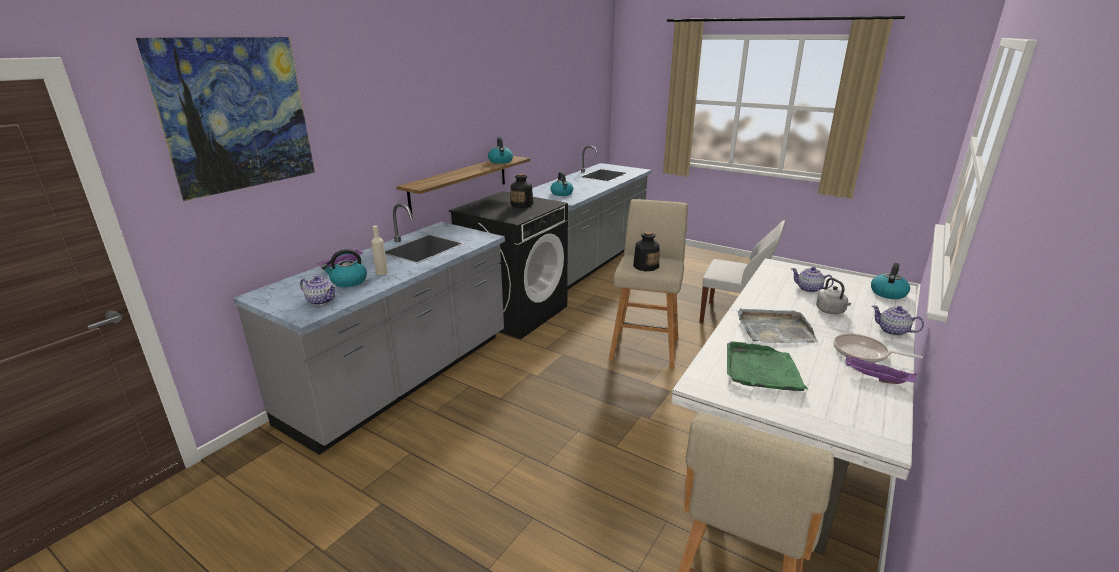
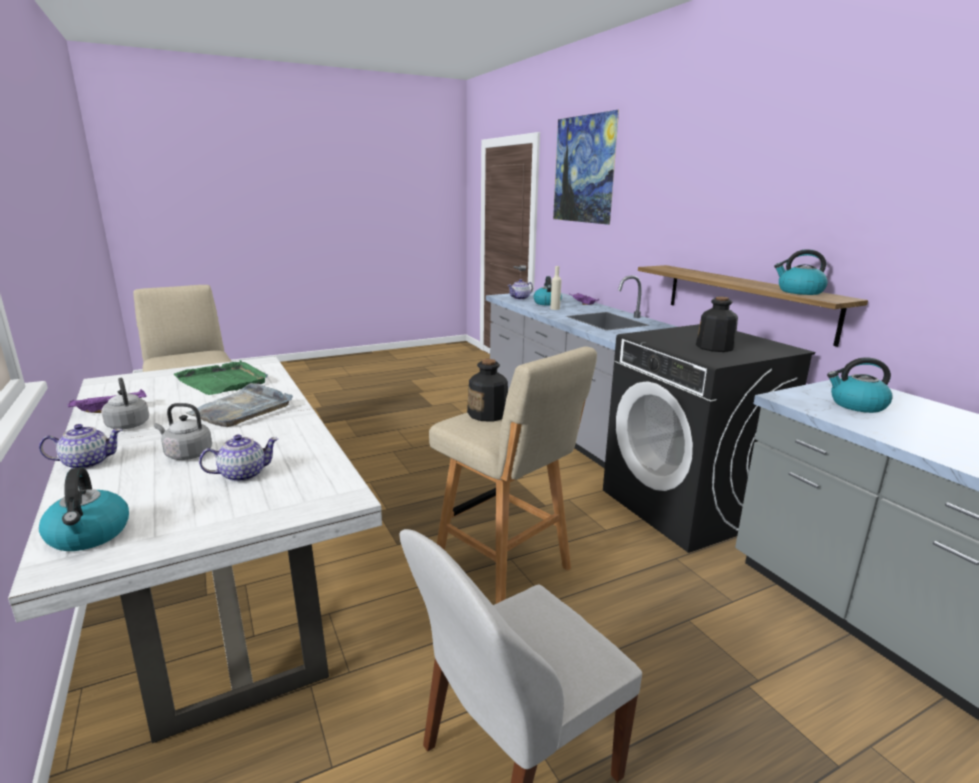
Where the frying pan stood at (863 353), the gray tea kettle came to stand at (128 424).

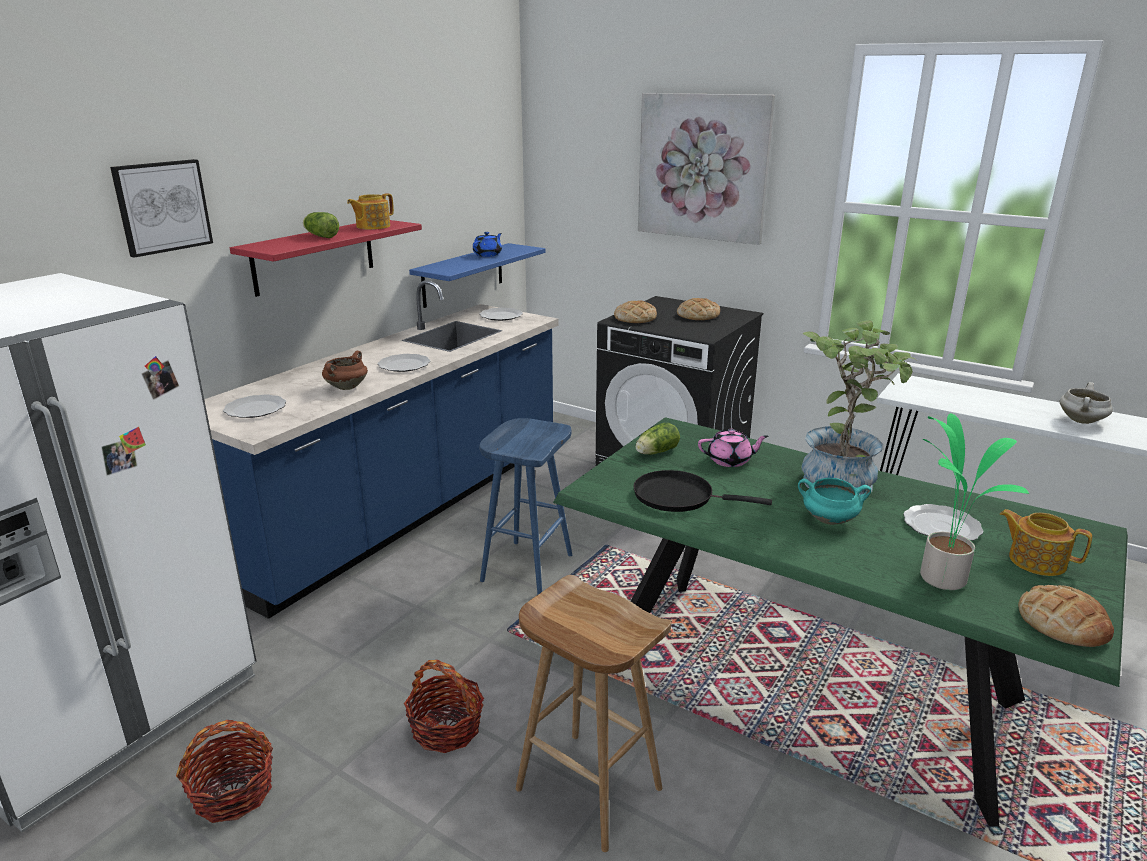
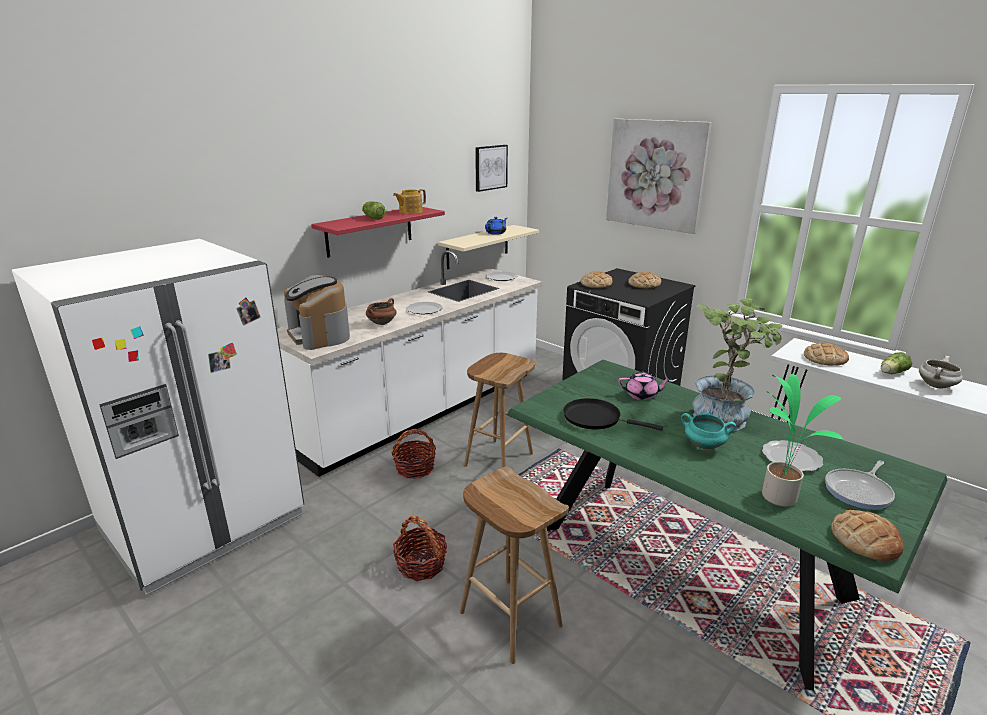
The wall art ended up elsewhere, having gone from (162 207) to (490 167).
The household basket ended up elsewhere, having gone from (233 793) to (415 468).
What was the blue-coloured kitchen base unit at (407 510) turned into the white-coloured kitchen base unit at (424 411).
Where the plate stood at (256 409), the coffee brewer came to stand at (319 334).
What was the blue-coloured wall shelf at (463 275) turned into the beige wall shelf at (478 246).
What was the blue-coloured stool at (526 566) turned into the brownish stool at (499 459).
The head of lettuce ended up elsewhere, having gone from (655 452) to (891 373).
Where the tea pot stood at (1035 560), the frying pan came to stand at (859 491).
The second view gained the bread at (824 359).

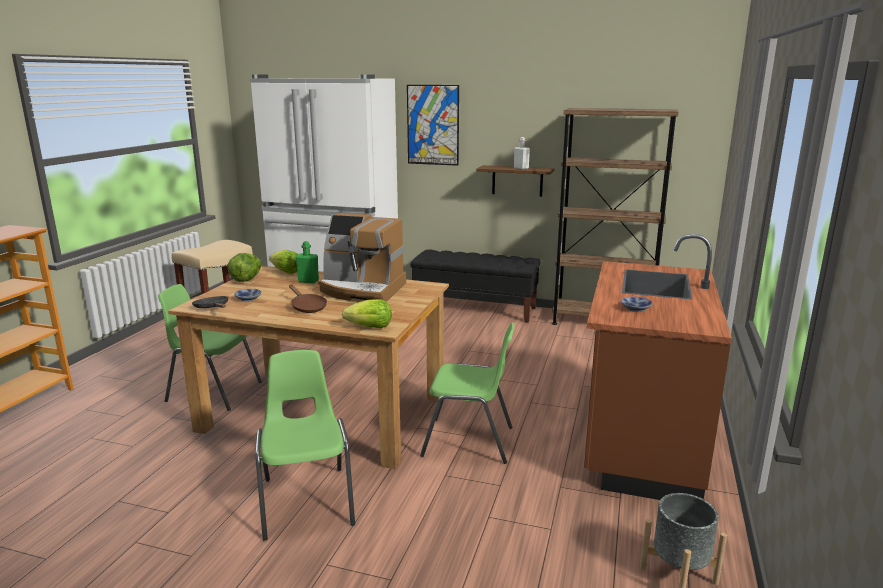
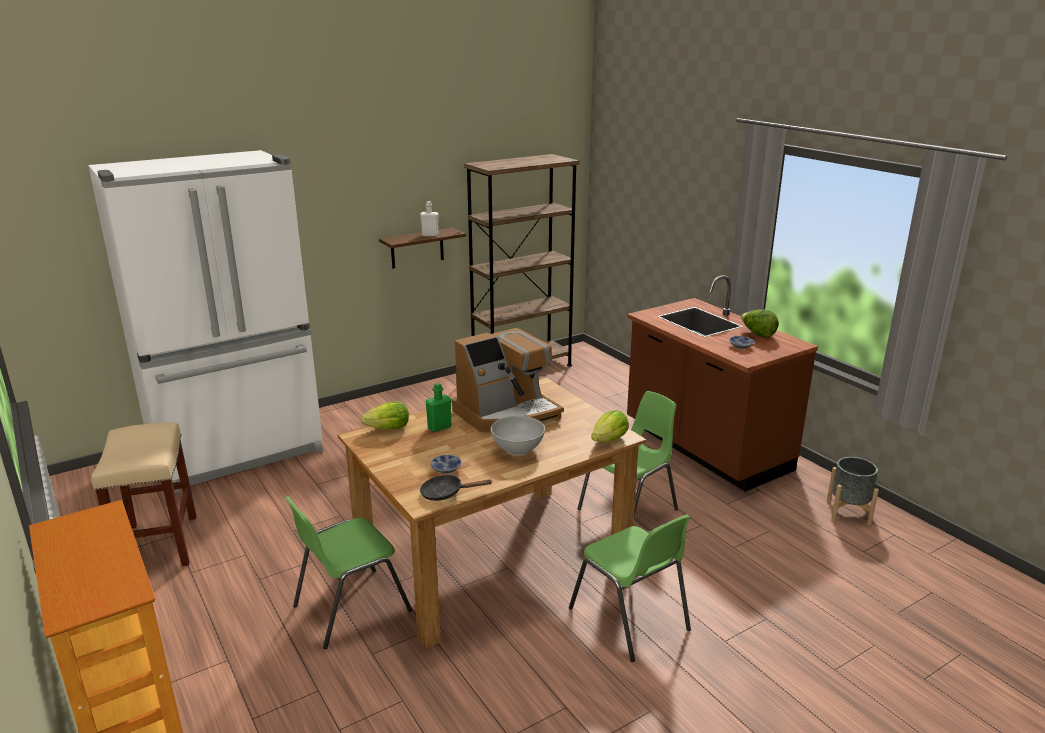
The head of lettuce ended up elsewhere, having gone from (247 279) to (757 334).
The greenish plain chair at (307 500) ended up facing another way, 150 degrees counterclockwise from before.
Where the brownish frying pan stood at (307 307), the white-coloured deep dish came to stand at (517 449).
The second view lost the wall art at (433 125).
The second view lost the black long seat at (475 309).

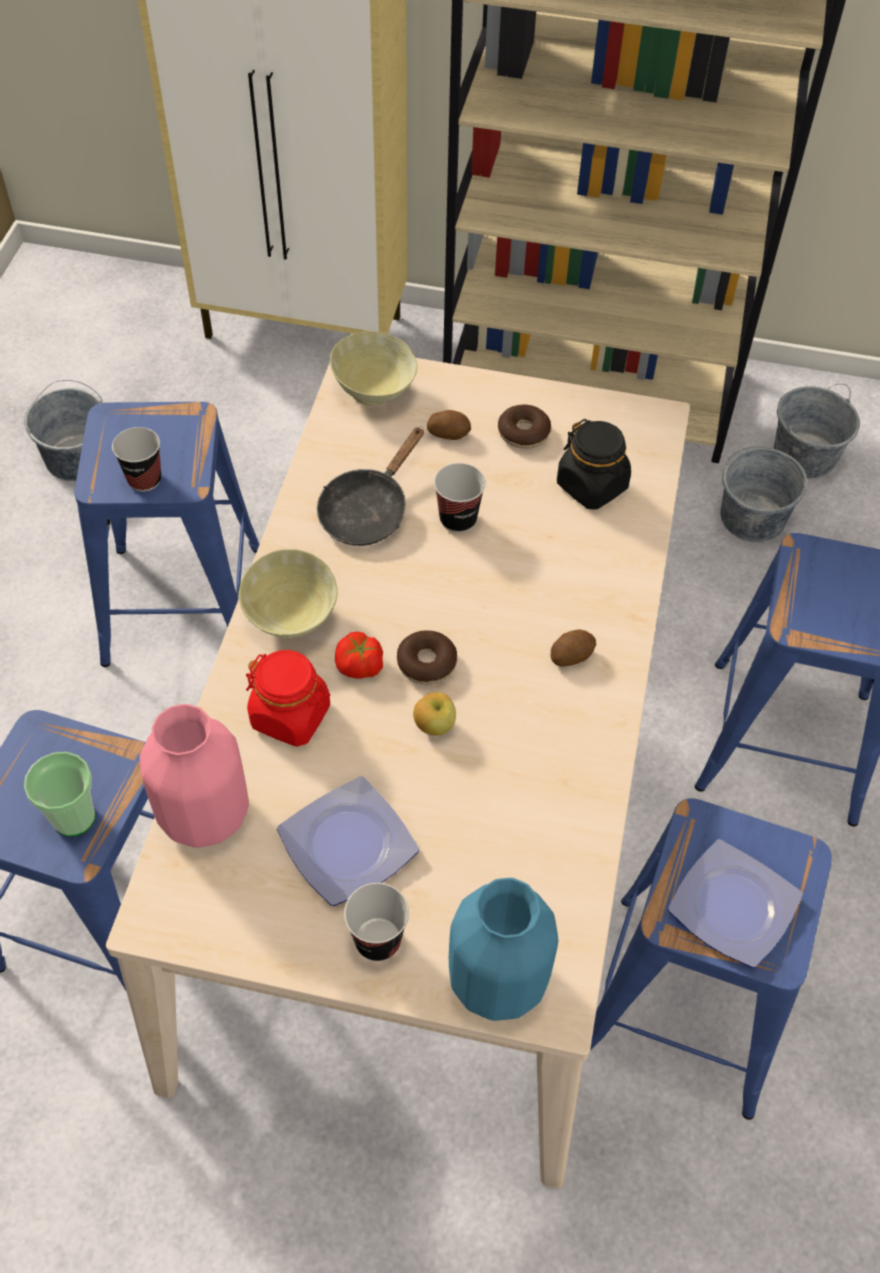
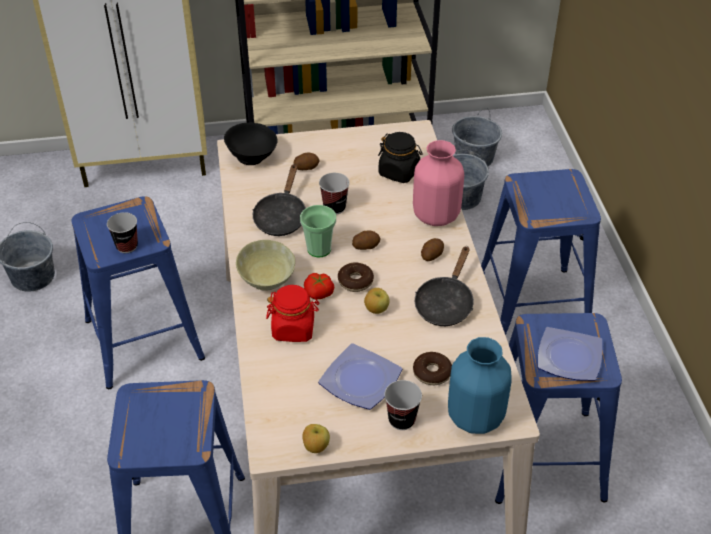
The drinking cup ended up elsewhere, having gone from (74 817) to (319 249).
The pink vase ended up elsewhere, having gone from (206 814) to (436 215).
What was the beige deep dish at (374 393) turned into the black deep dish at (252 158).
The doughnut ended up elsewhere, having gone from (523 433) to (432 373).
The second view gained the apple fruit at (315 447).
The second view gained the whole potato at (365 246).
The second view gained the black frying pan at (445 303).

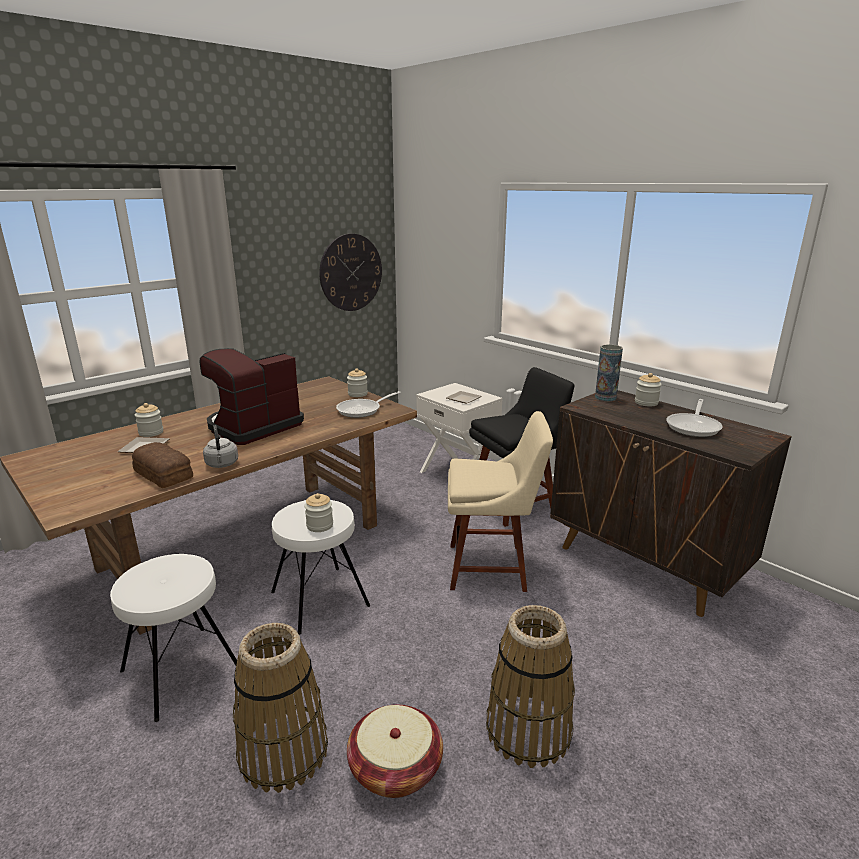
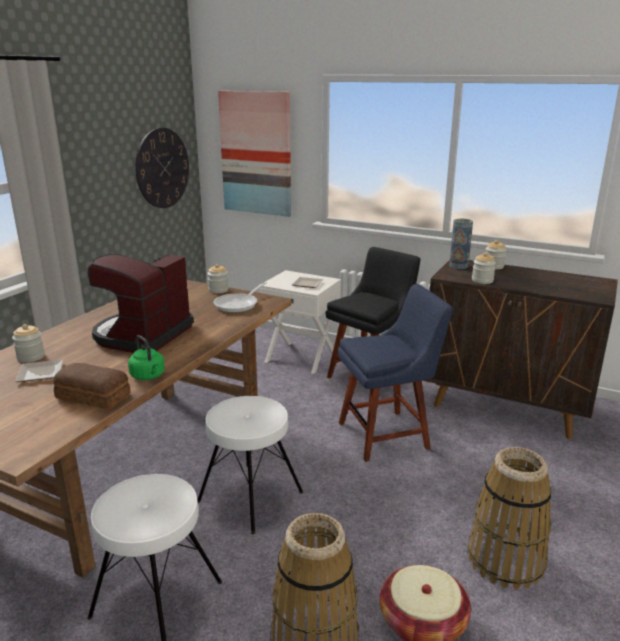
What was the gray tea kettle at (222 464) turned into the greenish tea kettle at (148 376).
The storage jar ended up elsewhere, having gone from (320 525) to (482 280).
What was the beige plain chair at (492 567) turned into the blue-coloured plain chair at (387 434).
The second view lost the frying pan at (694 426).
The second view gained the wall art at (256 153).

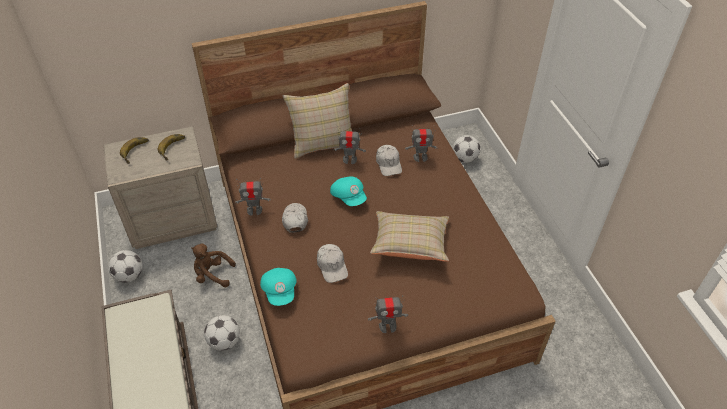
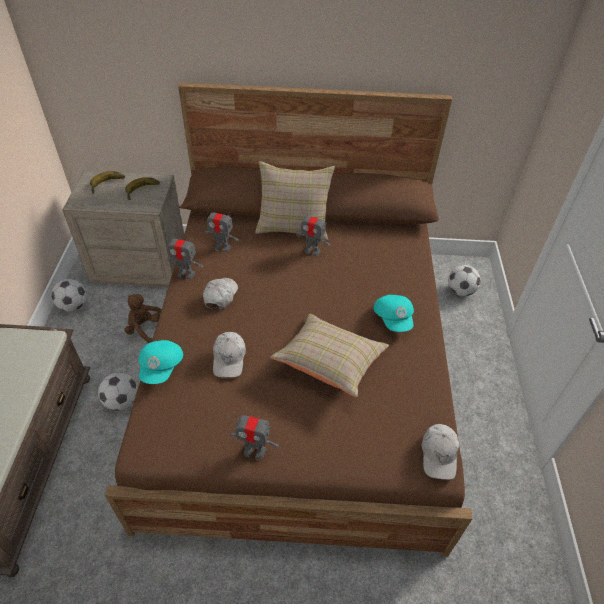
The turquoise-coloured baseball cap ended up elsewhere, having gone from (349 197) to (393 319).
The white-coloured baseball cap ended up elsewhere, having gone from (388 164) to (439 454).
The toy robot ended up elsewhere, having gone from (420 157) to (222 247).

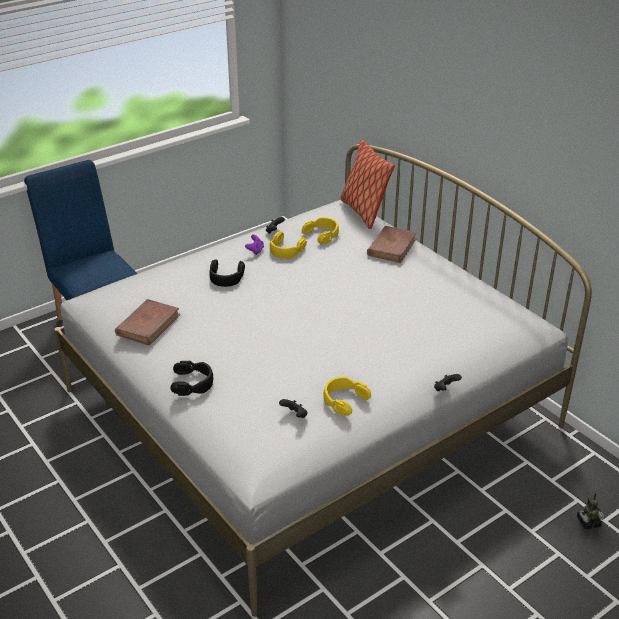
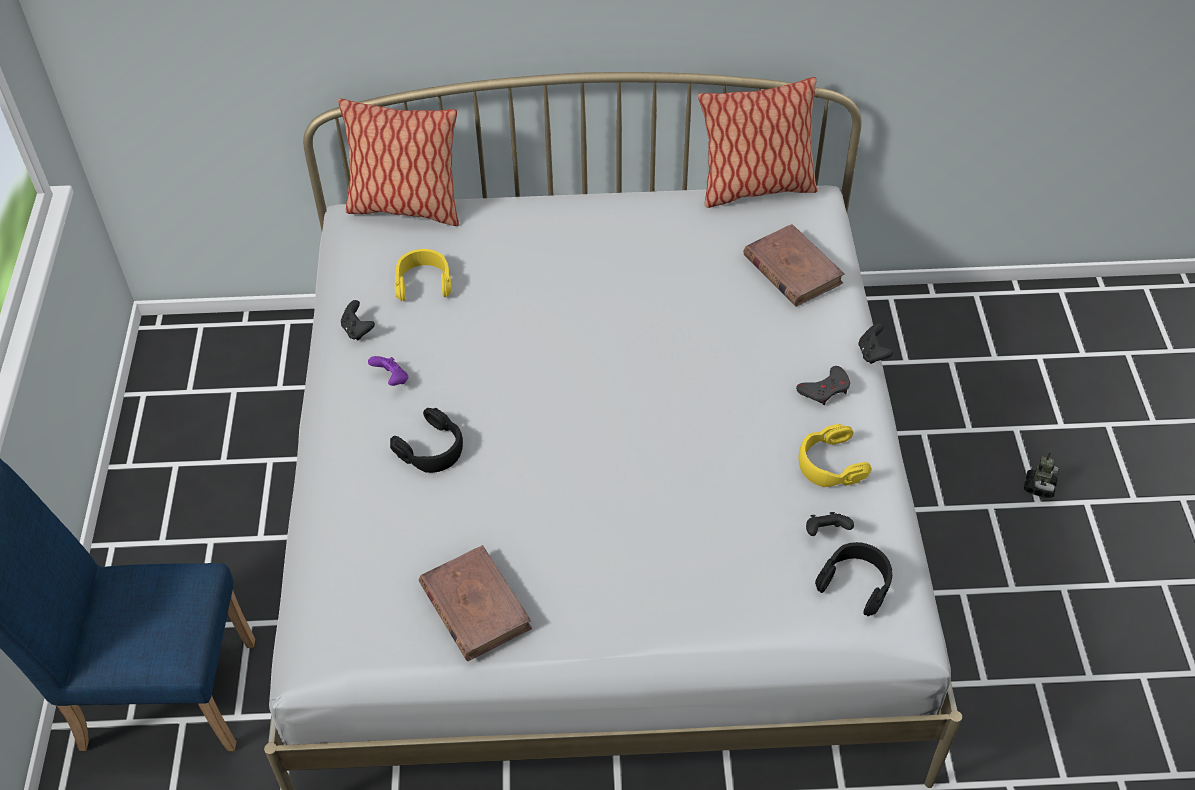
The black pair of headphones ended up elsewhere, having gone from (193 383) to (856 582).
The second view lost the yellowish pair of headphones at (286 250).
The brownish bound book ended up elsewhere, having gone from (392 247) to (792 269).
The toy robot ended up elsewhere, having gone from (588 522) to (1039 487).
The second view gained the pillow at (755 189).
The second view gained the gray joypad at (825 389).

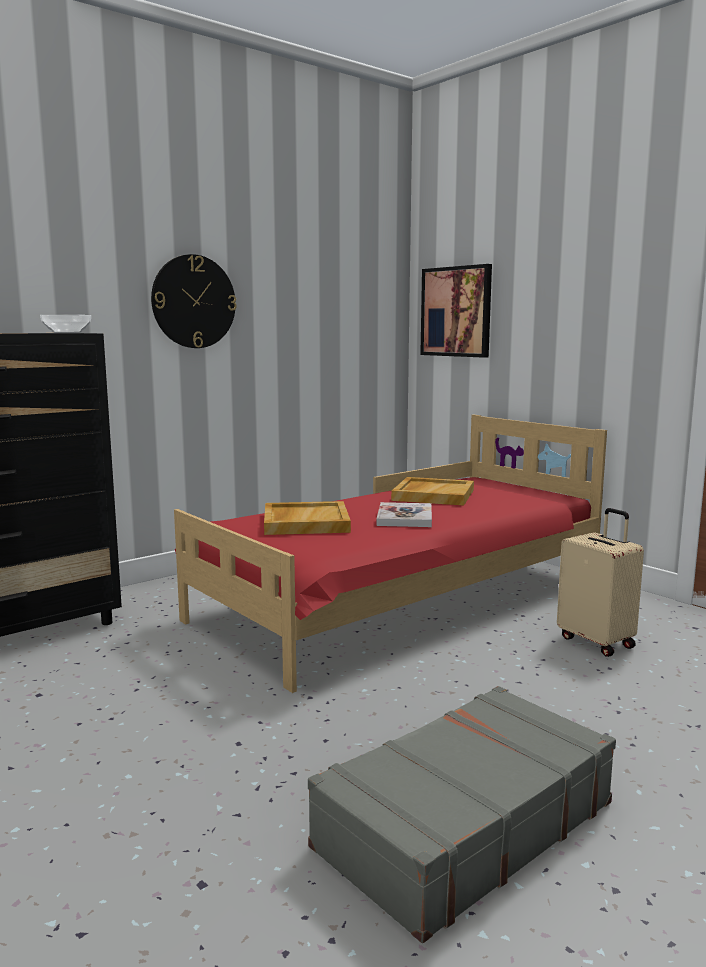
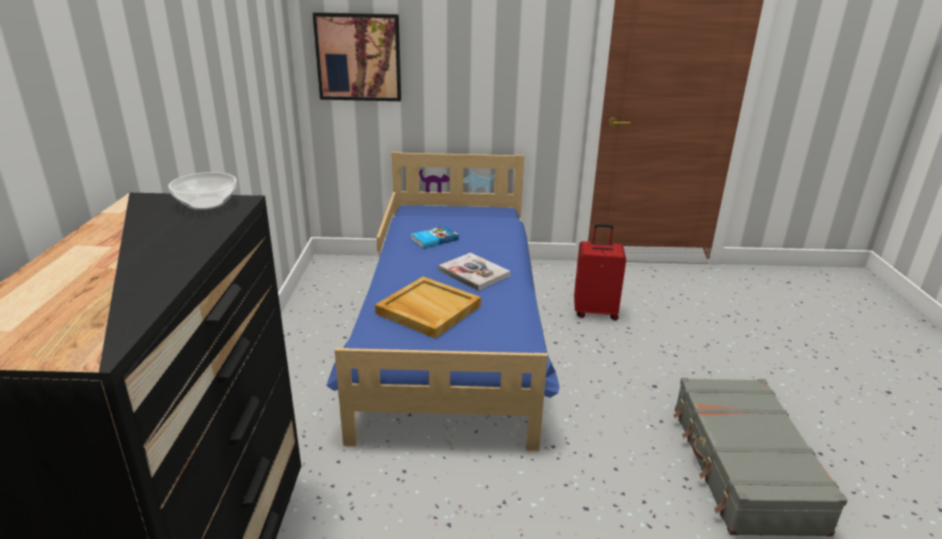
The second view lost the clock on the wall at (193 301).
What was the red-coloured sleeping bed at (403 599) turned into the blue-coloured sleeping bed at (452 333).
Where the beige tray stood at (433 495), the bound book came to stand at (434 239).
What was the beige travel case at (597 641) turned into the red-coloured travel case at (595 311).

